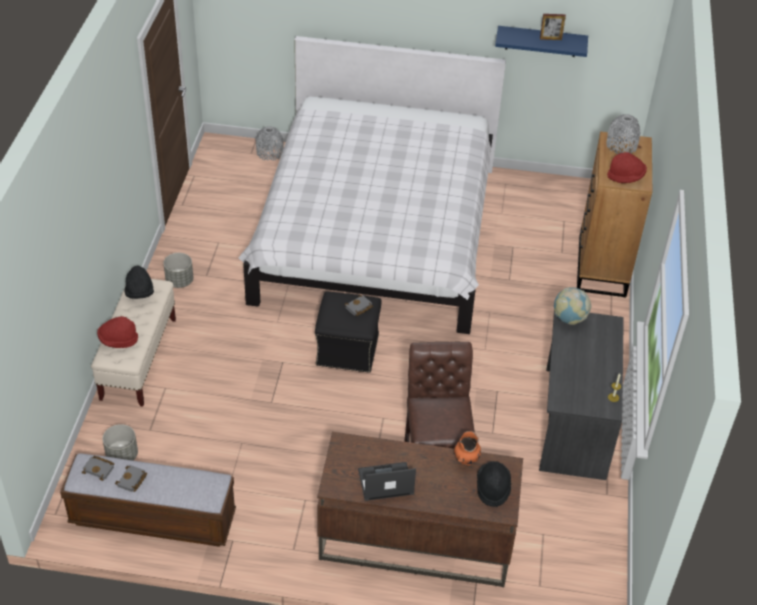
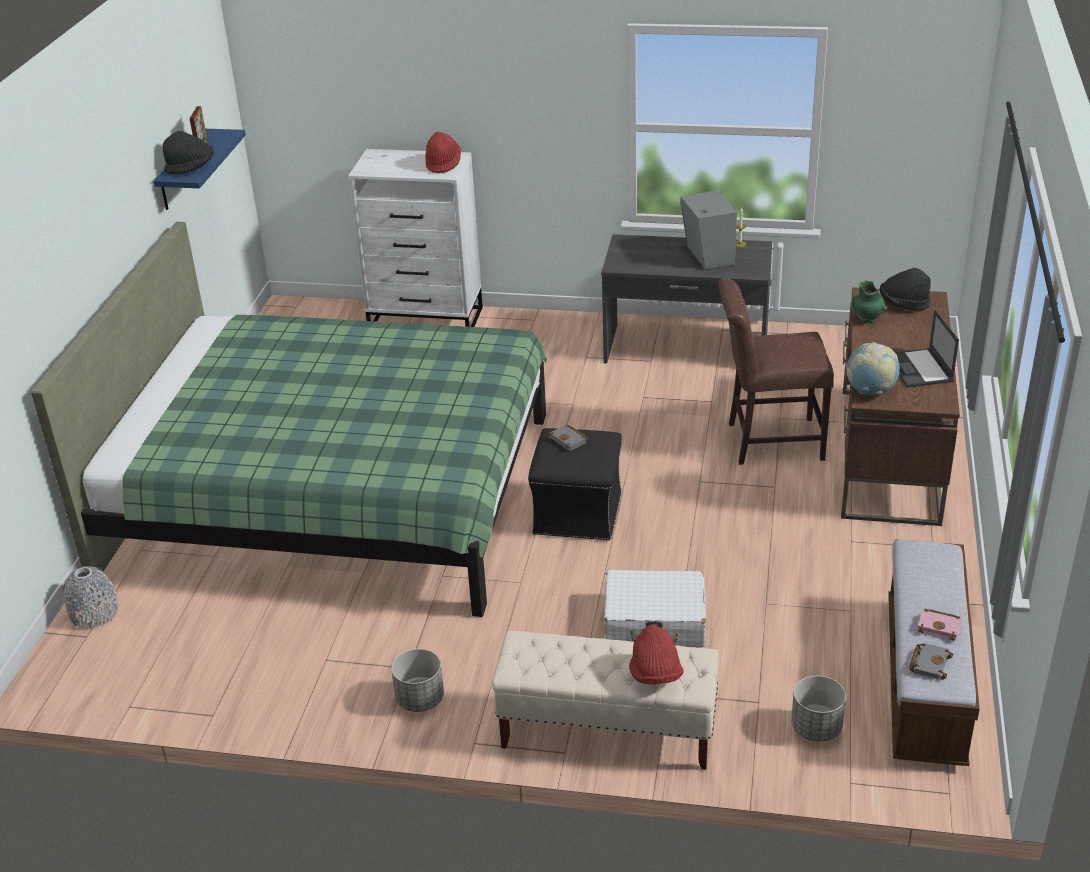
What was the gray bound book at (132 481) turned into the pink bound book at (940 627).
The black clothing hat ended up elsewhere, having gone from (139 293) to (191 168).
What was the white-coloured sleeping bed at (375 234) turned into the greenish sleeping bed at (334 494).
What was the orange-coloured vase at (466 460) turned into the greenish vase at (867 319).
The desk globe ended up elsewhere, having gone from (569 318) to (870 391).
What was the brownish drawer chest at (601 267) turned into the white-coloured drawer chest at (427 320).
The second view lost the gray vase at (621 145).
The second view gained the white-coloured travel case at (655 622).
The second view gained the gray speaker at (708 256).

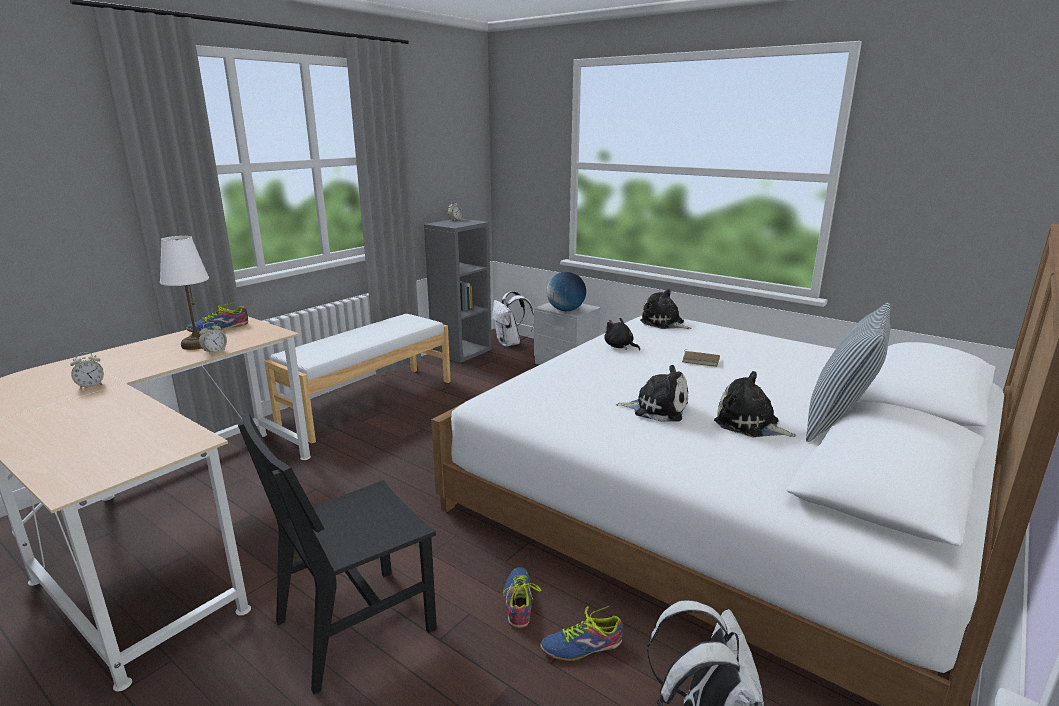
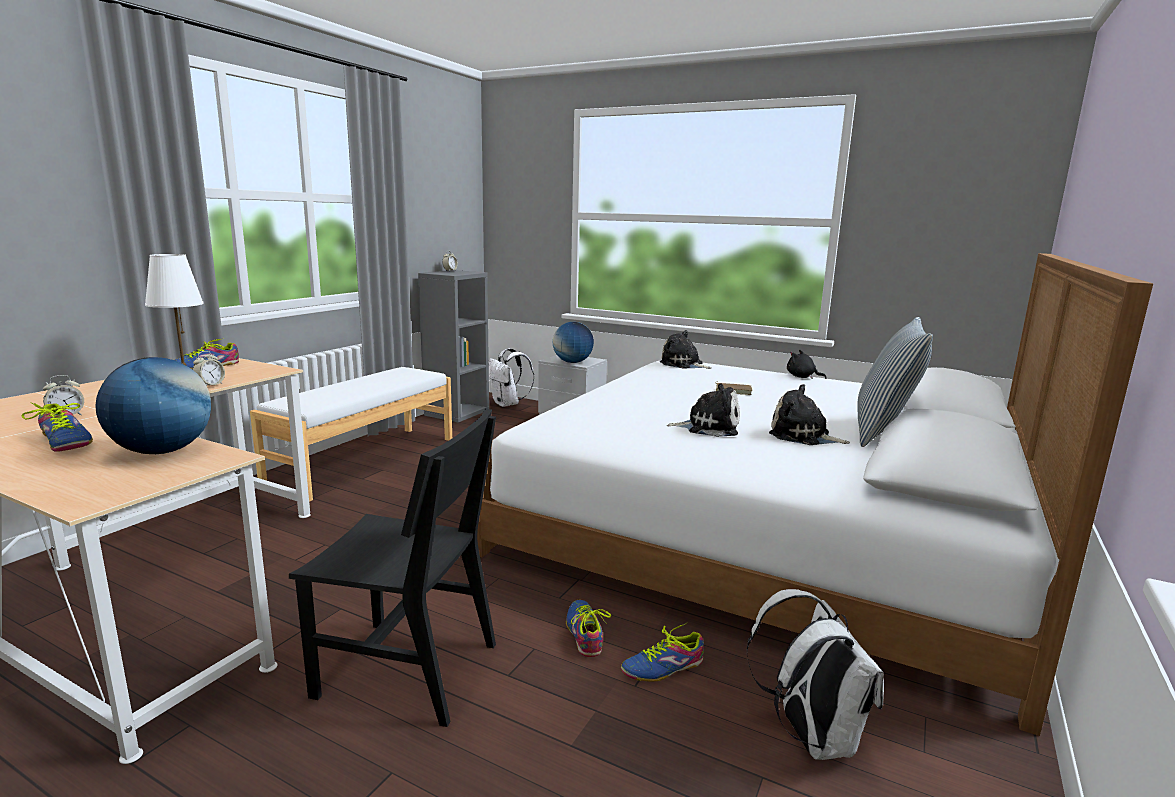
The black plain chair at (355 625) ended up facing another way, 120 degrees counterclockwise from before.
The black plush toy ended up elsewhere, having gone from (620 347) to (802 377).
The second view gained the shoe at (66 441).
The second view gained the desk globe at (162 451).

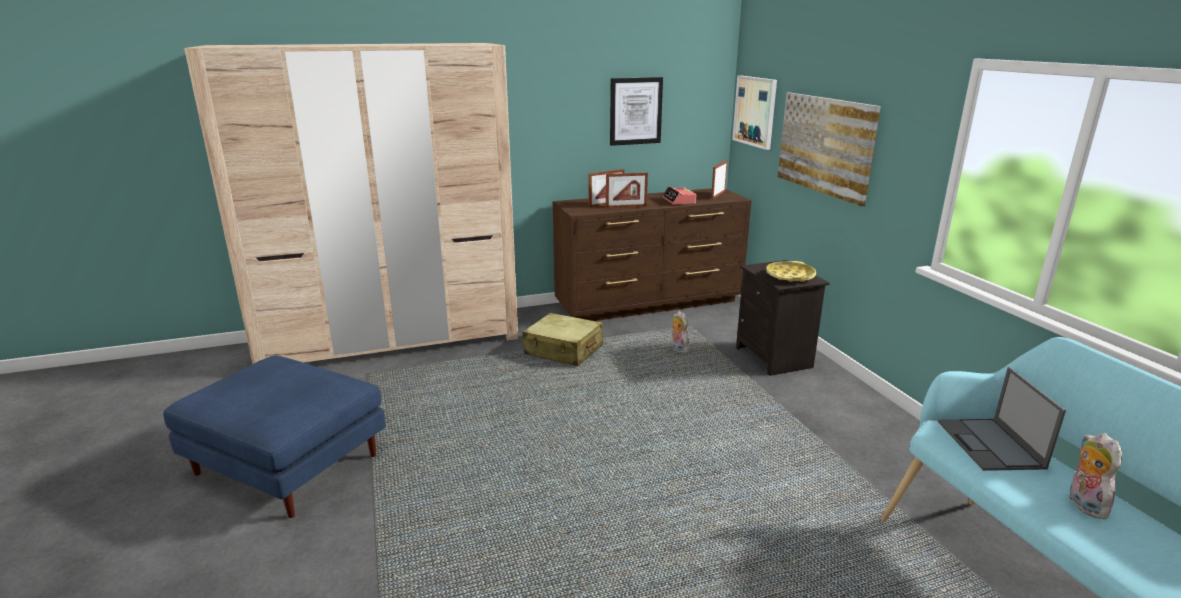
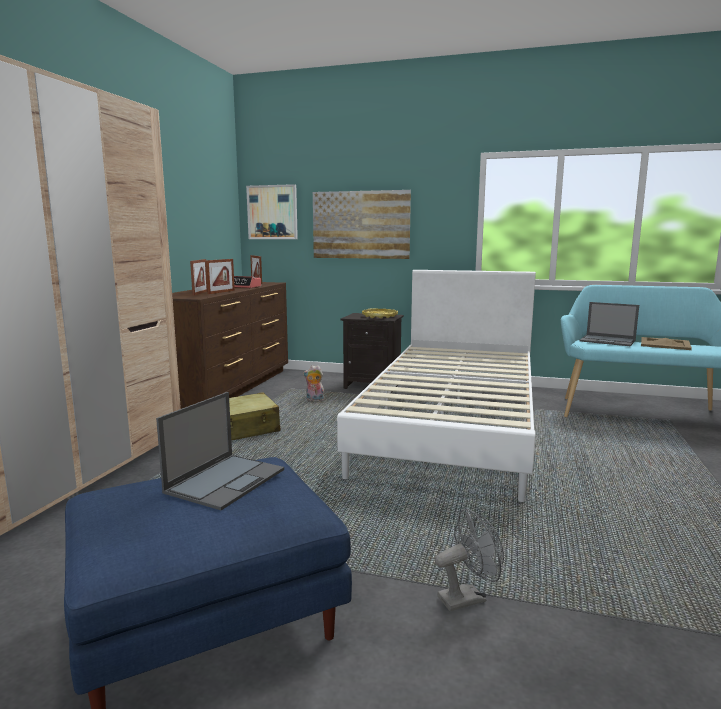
The second view lost the wall art at (635 111).
Where the plush toy stood at (1083 504), the beige tray came to stand at (665 344).
The second view gained the laptop at (226 480).
The second view gained the white-coloured sleeping bed at (453 426).
The second view gained the gray cooling fan at (467 597).

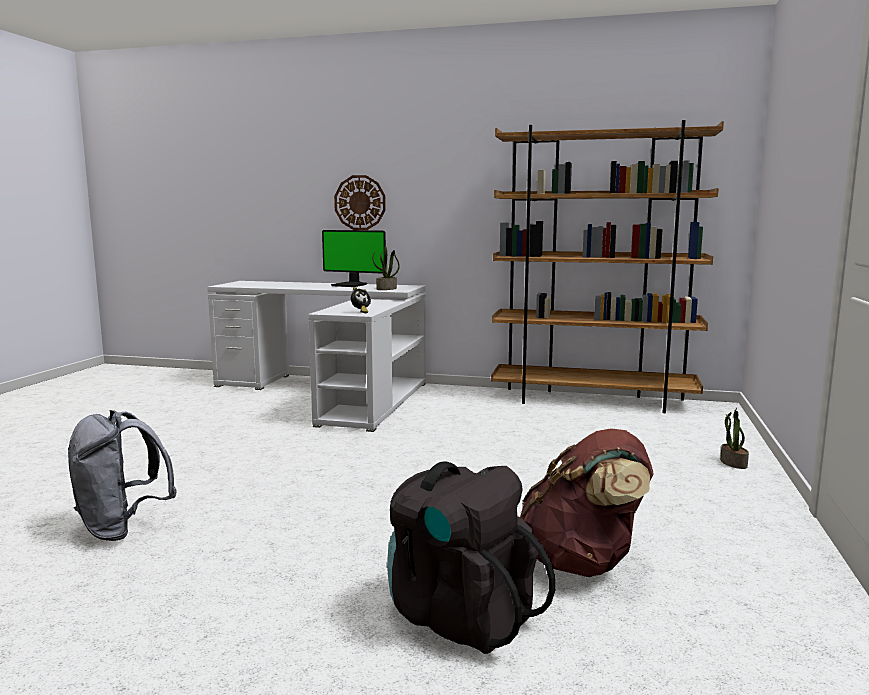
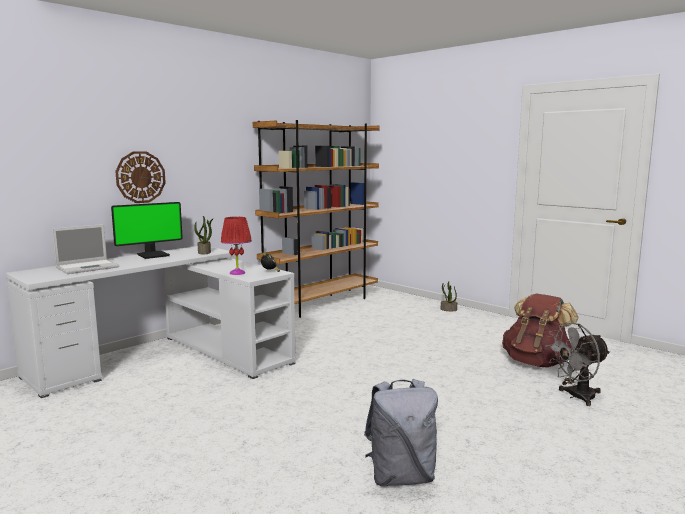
Where the black rucksack stood at (460 615), the gray cooling fan came to stand at (576 397).
The second view gained the laptop at (88 267).
The second view gained the red-coloured tabletop lamp at (237 273).

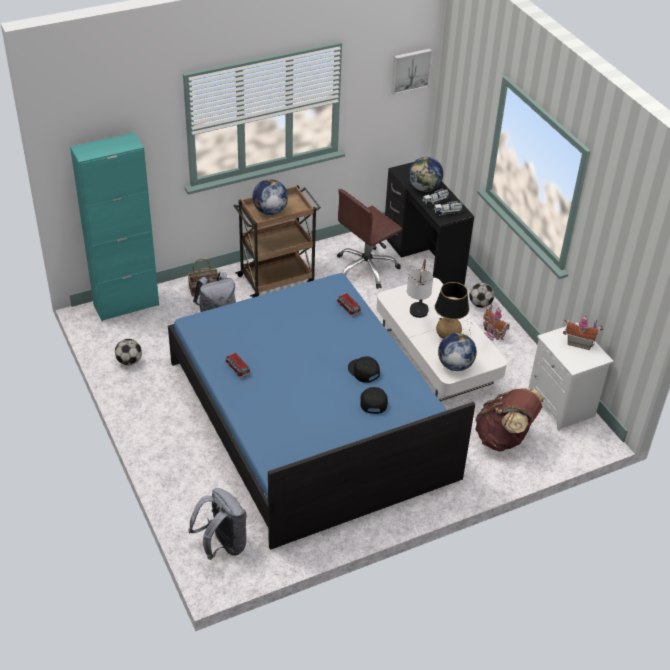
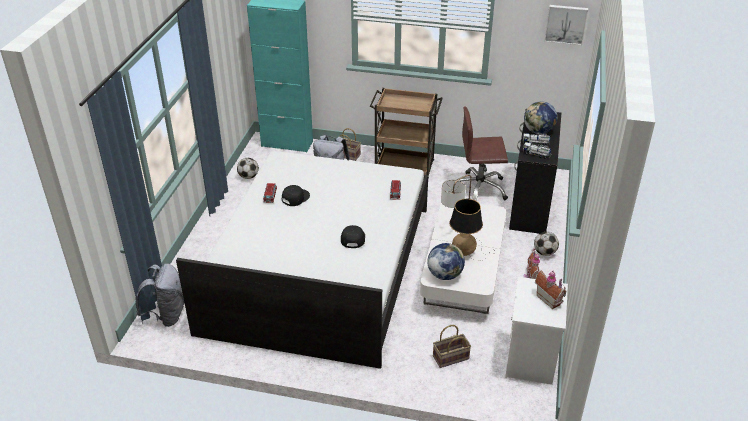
What was the blue-coloured sleeping bed at (311 419) turned into the white-coloured sleeping bed at (319 268).
The second view lost the desk globe at (270 211).
The black baseball cap ended up elsewhere, having gone from (373 401) to (295 197).
Where the brownish rucksack stood at (504 438), the household basket came to stand at (450 358).

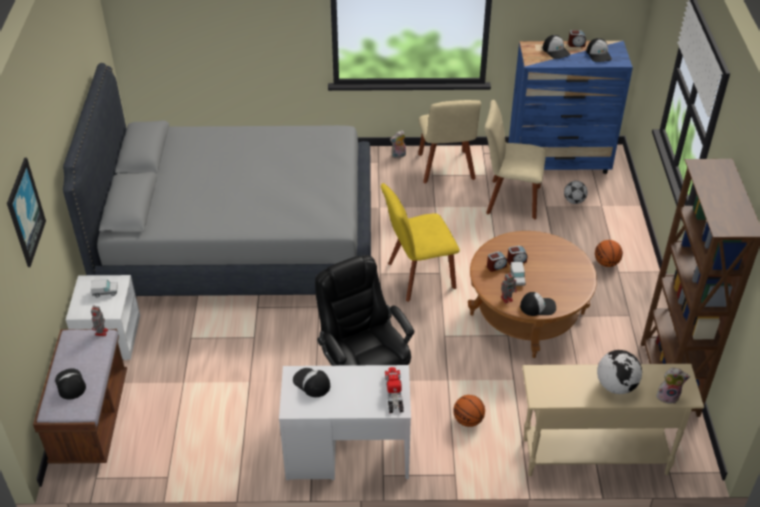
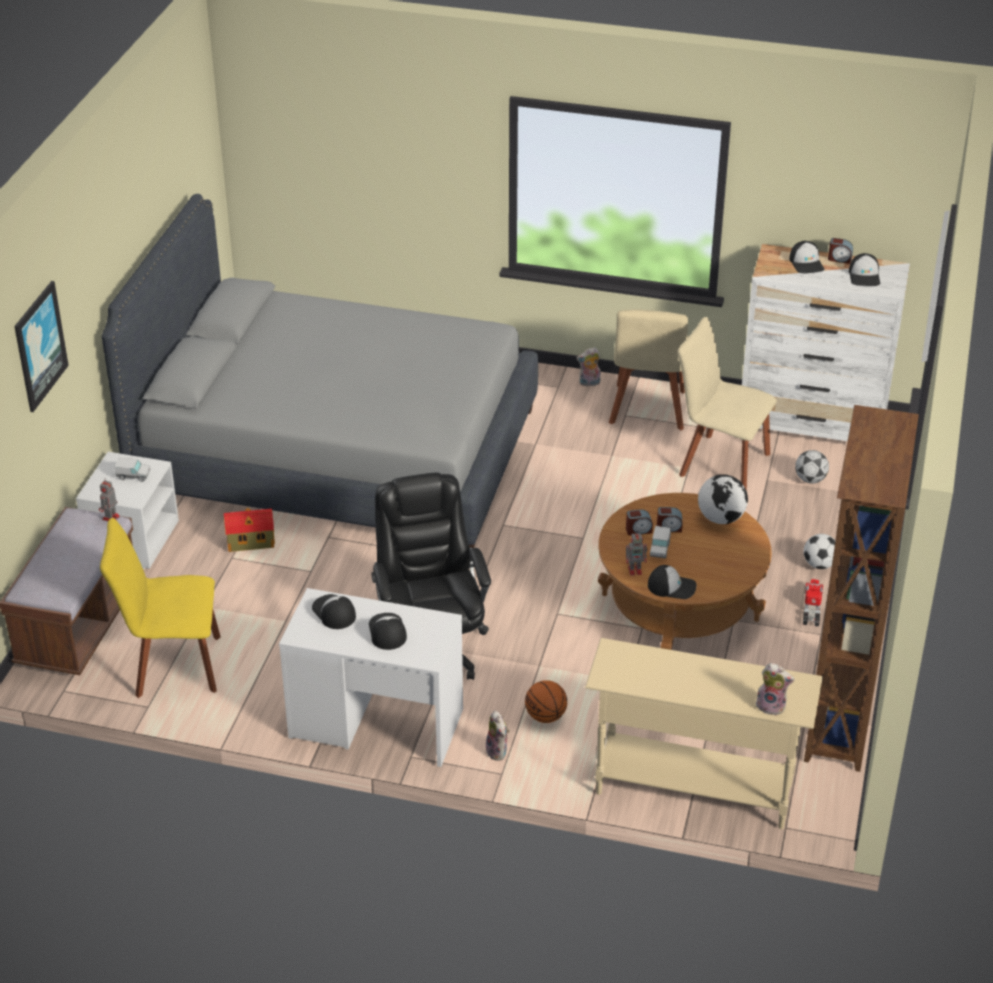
The baseball cap ended up elsewhere, having gone from (70 384) to (387 632).
The yellowish plain chair ended up elsewhere, having gone from (418 277) to (172 665).
The model truck ended up elsewhere, having gone from (394 393) to (812 607).
What was the blue-coloured drawer chest at (559 161) turned into the white-coloured drawer chest at (812 426).
Where the basketball ball stood at (606 263), the ball for football came to stand at (819 565).
The desk globe ended up elsewhere, having gone from (616 385) to (721 518).
The second view gained the miniature house at (249 542).
The second view gained the plush toy at (498 752).

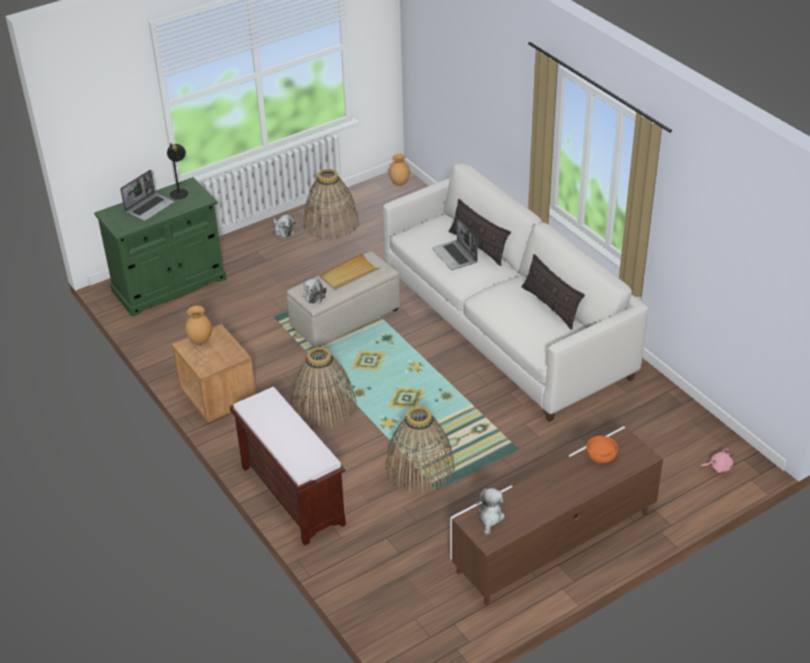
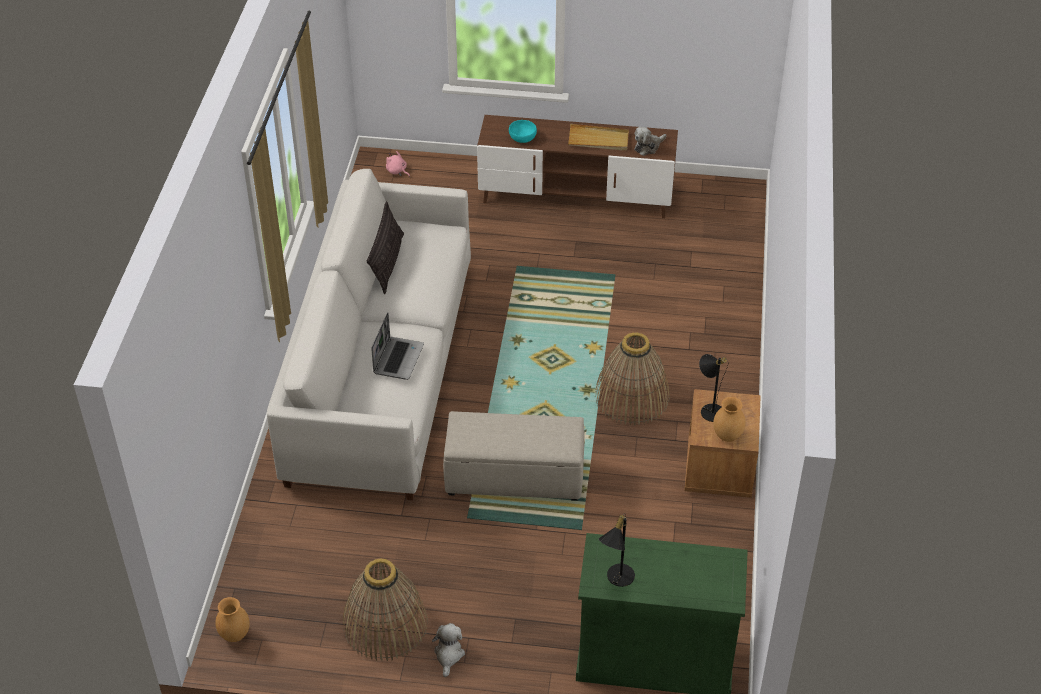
The second view lost the laptop at (149 207).
The second view lost the brownish long seat at (291 495).
The second view lost the plush toy at (315 295).
The beige tray ended up elsewhere, having gone from (349 274) to (598 140).
The second view lost the household basket at (420 468).
The second view lost the pillow at (478 246).
What was the orange-coloured deep dish at (600 456) turned into the turquoise-coloured deep dish at (522 138).
The second view gained the black tabletop lamp at (709 409).

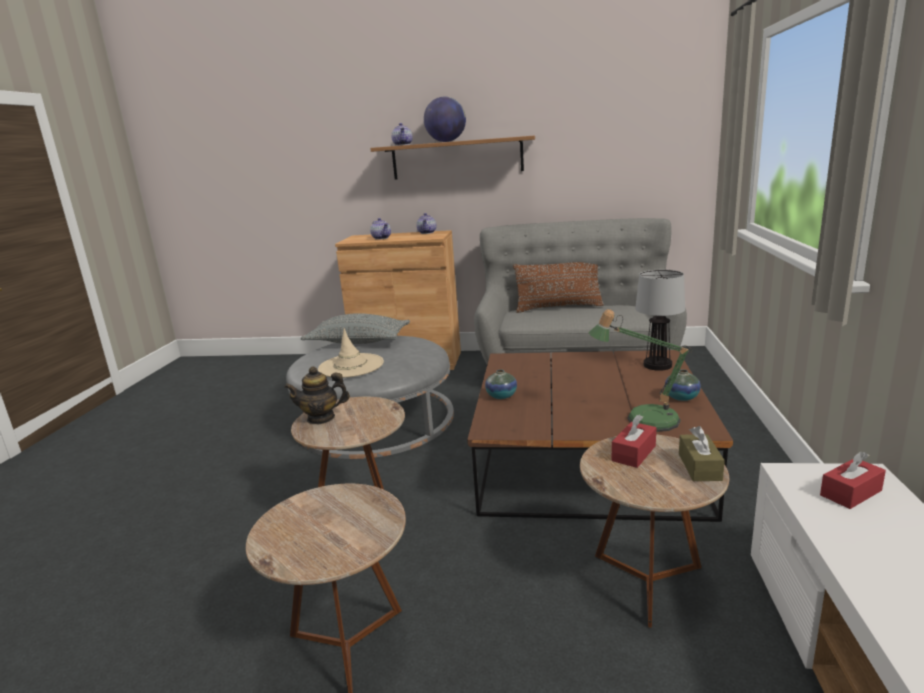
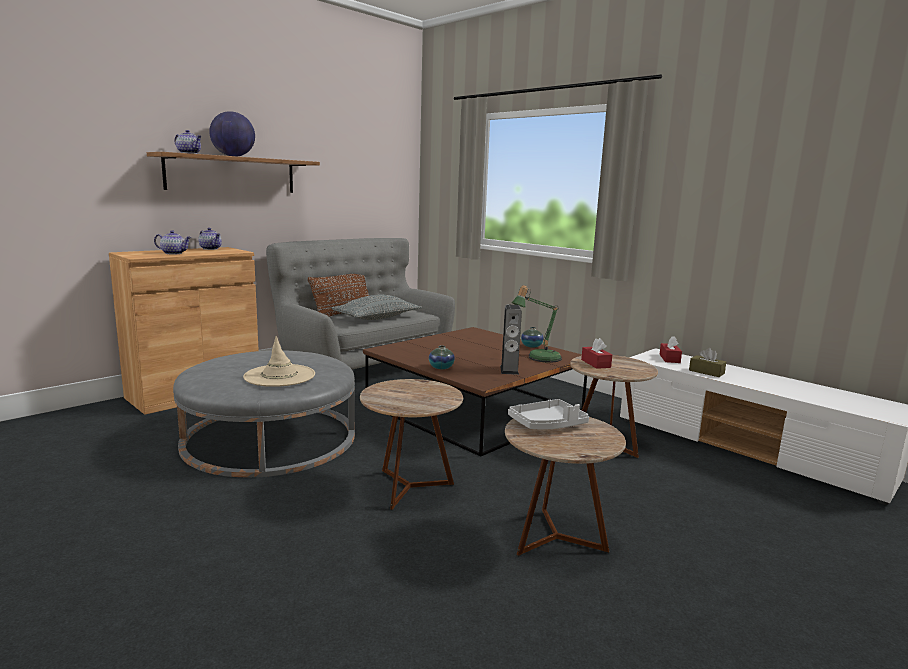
The second view lost the tea pot at (321 418).
The gray pillow ended up elsewhere, having gone from (358 342) to (377 318).
The second view lost the tabletop lamp at (657 365).
The brownish tissue box ended up elsewhere, having gone from (699 467) to (706 372).
The second view gained the speaker at (509 370).
The second view gained the gray tray at (547 424).

